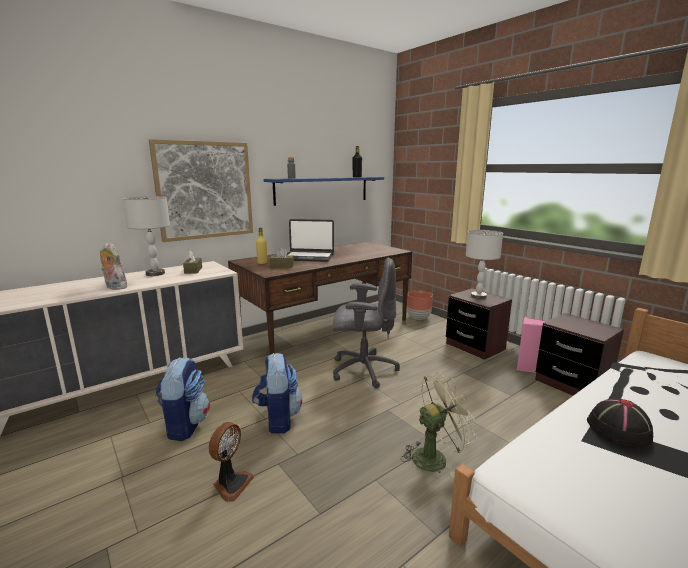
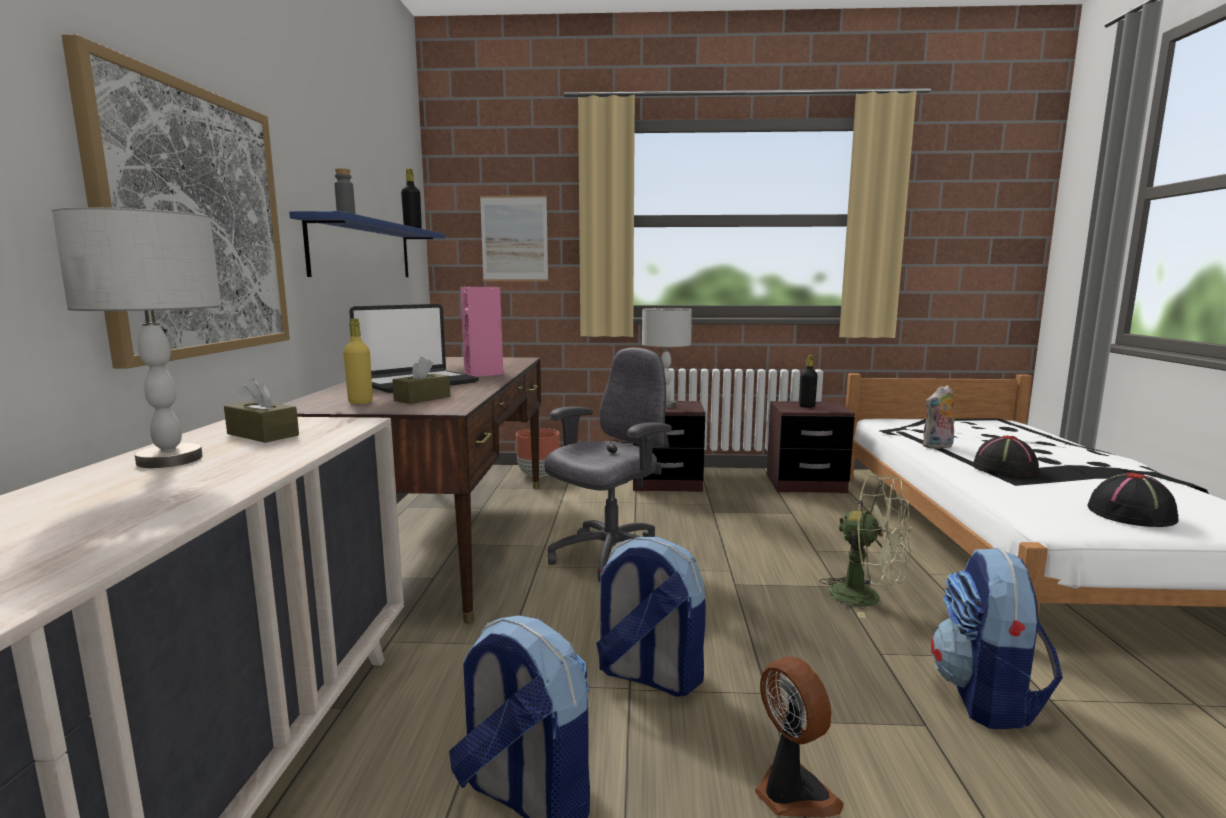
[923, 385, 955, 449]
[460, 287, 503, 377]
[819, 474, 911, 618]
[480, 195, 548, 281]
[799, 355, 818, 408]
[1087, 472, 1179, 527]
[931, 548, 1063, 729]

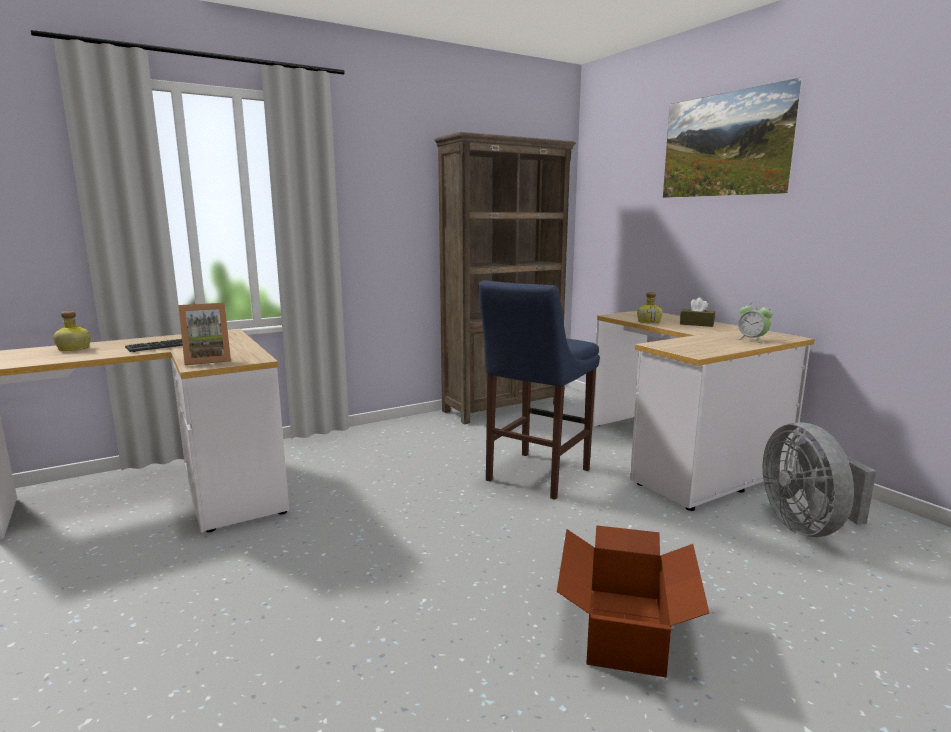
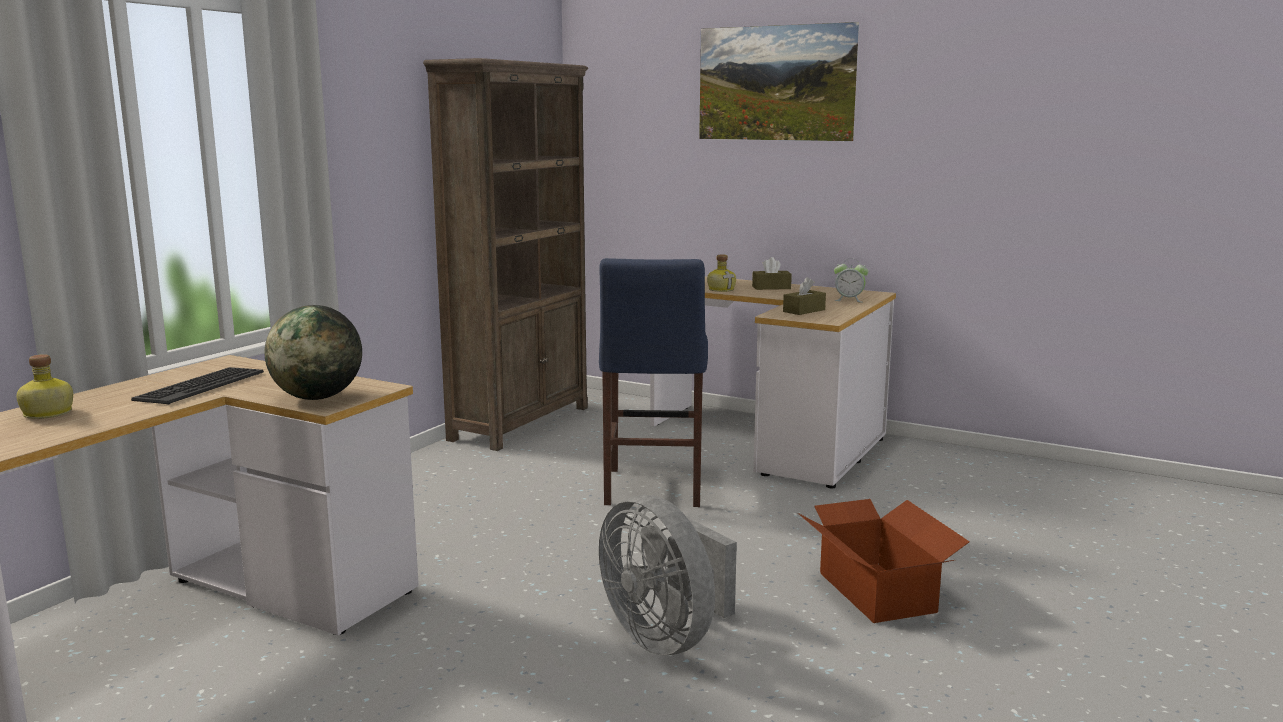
[265, 305, 362, 400]
[599, 495, 737, 655]
[783, 277, 826, 315]

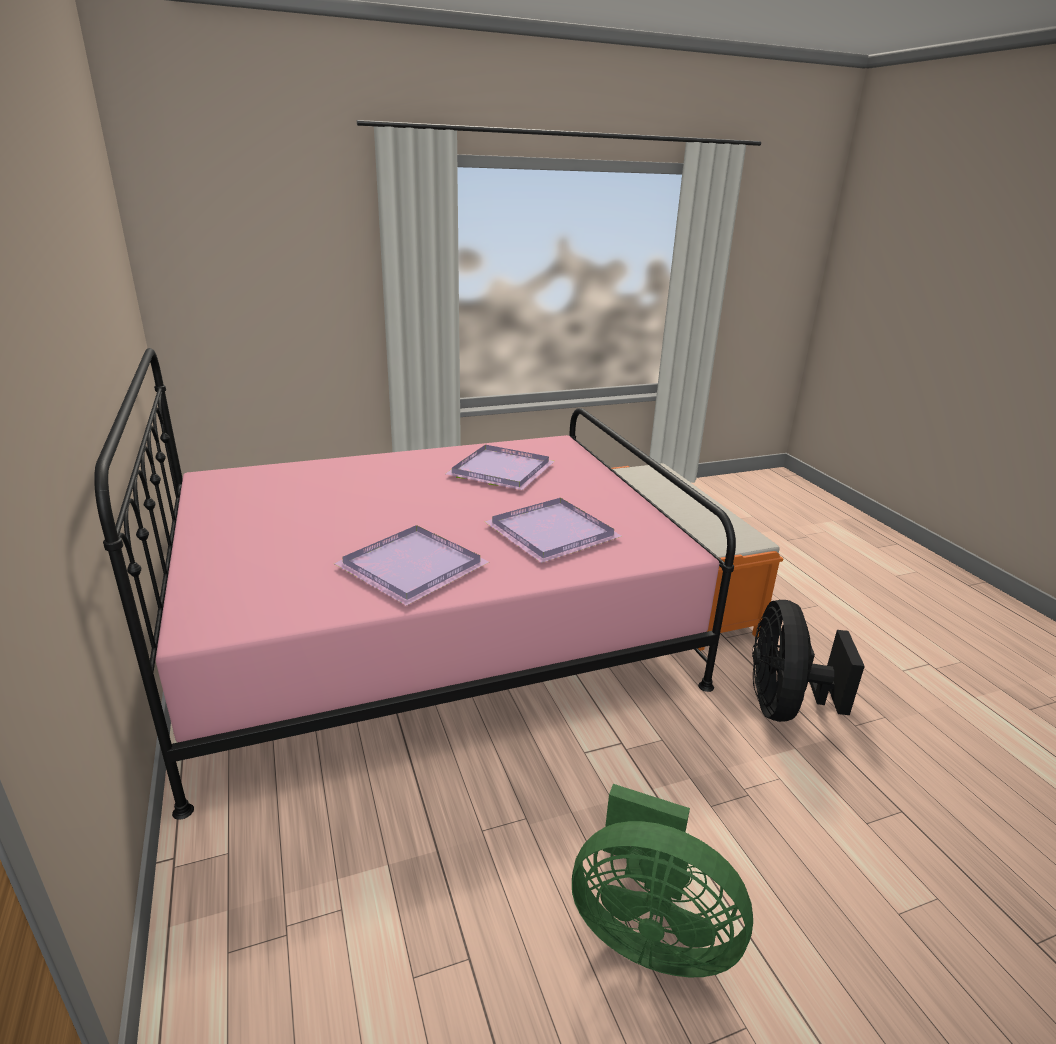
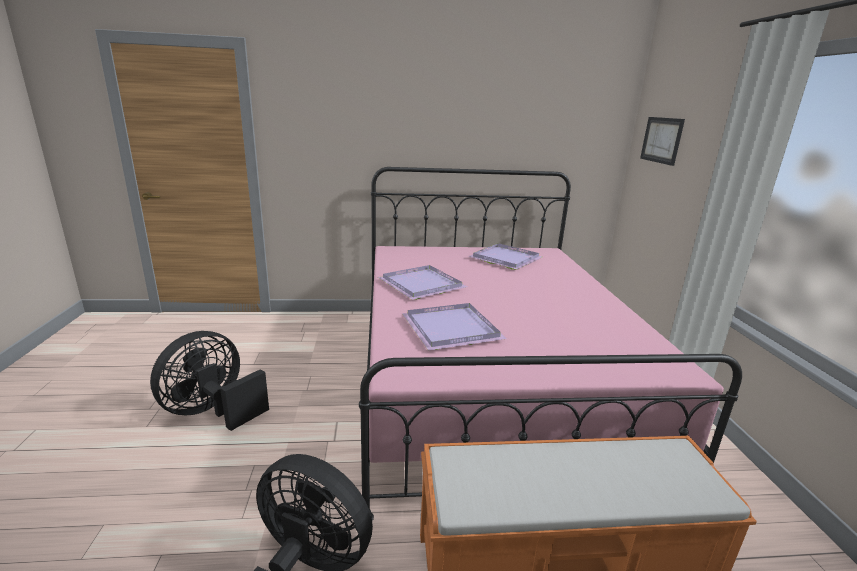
[469, 243, 542, 270]
[150, 331, 269, 431]
[640, 117, 685, 166]

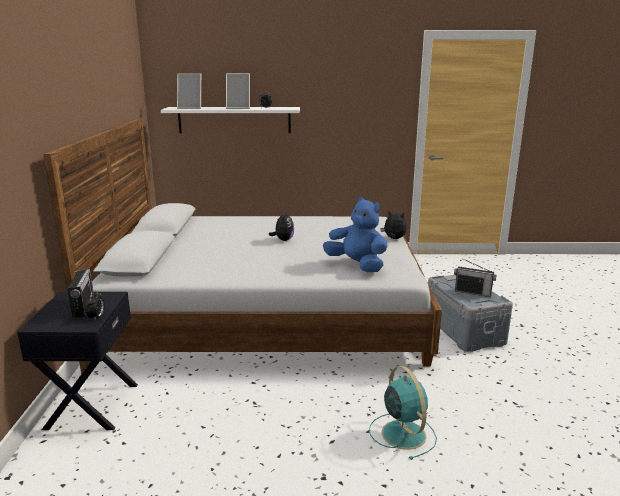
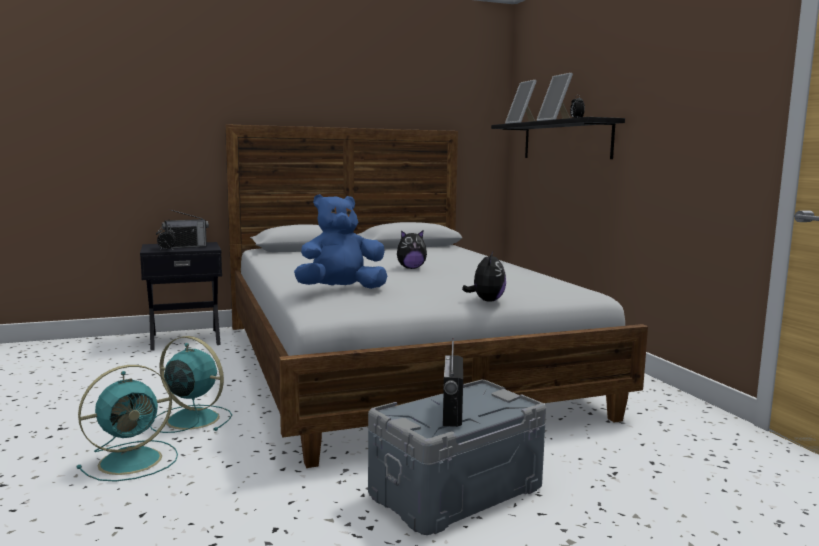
[491, 117, 625, 159]
[294, 194, 387, 289]
[150, 336, 232, 433]

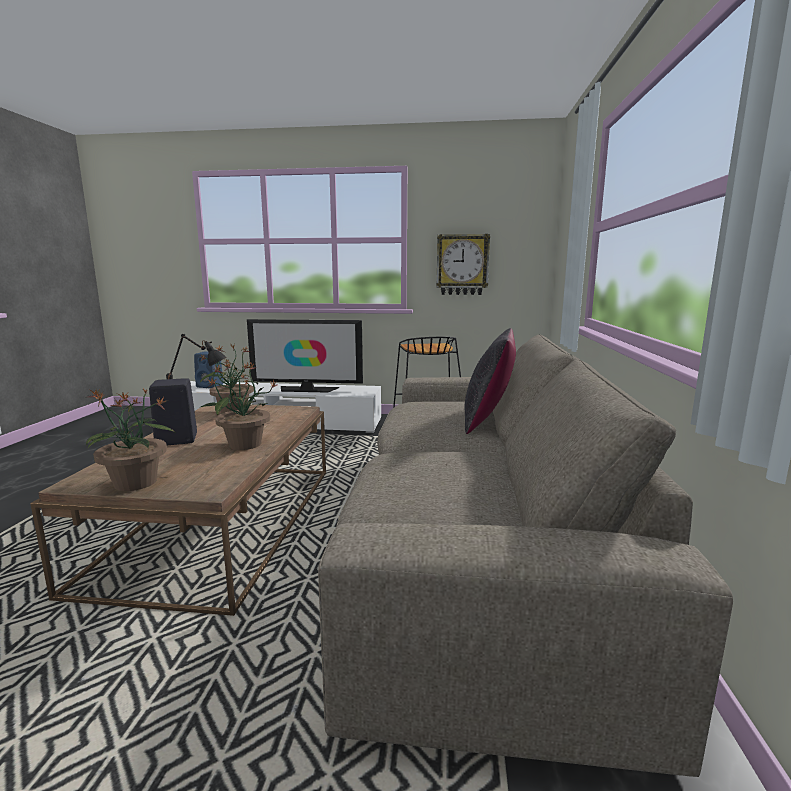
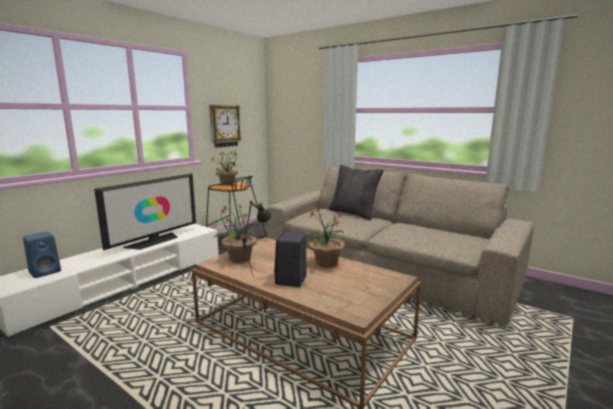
[211, 151, 243, 186]

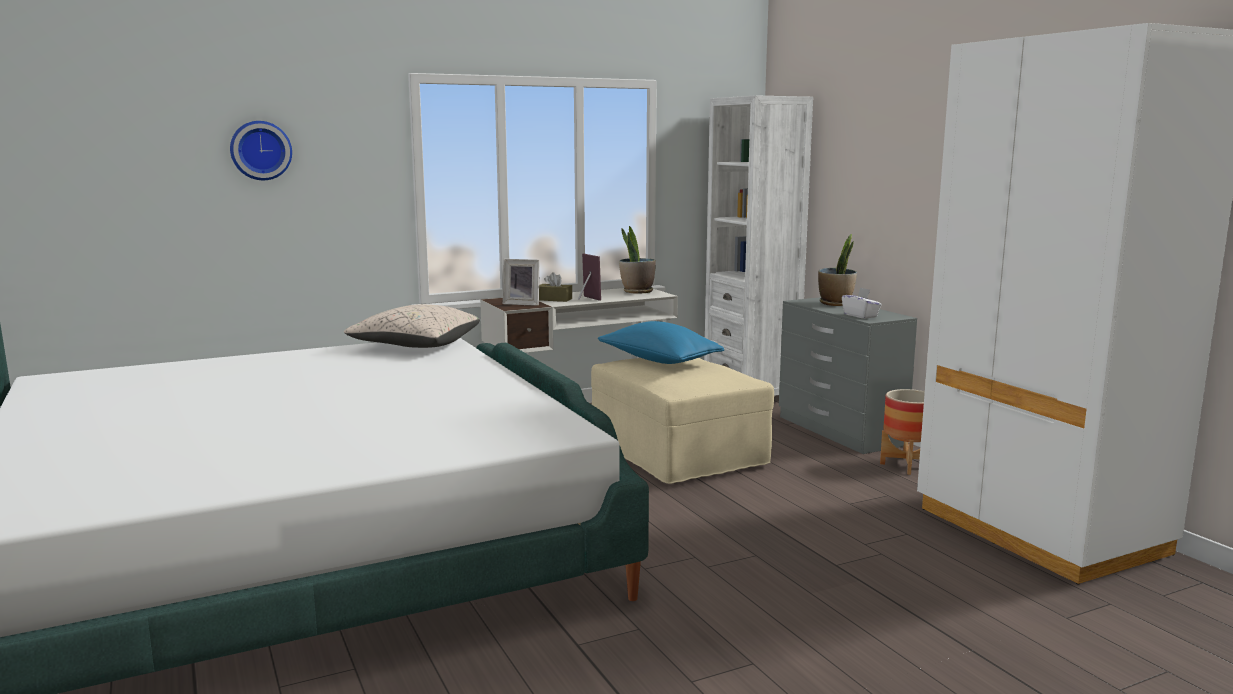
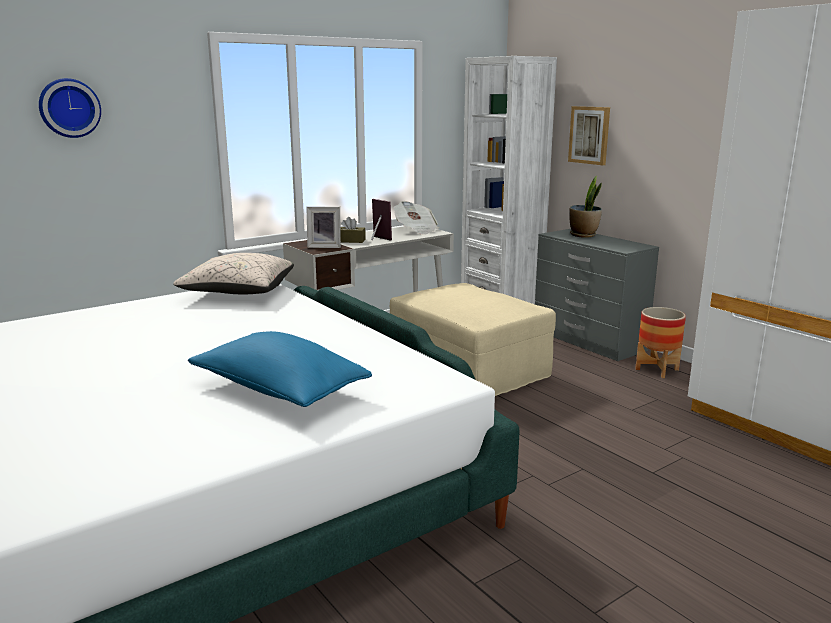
[393, 201, 439, 235]
[842, 287, 882, 319] (first image)
[188, 331, 372, 407]
[568, 106, 610, 165]

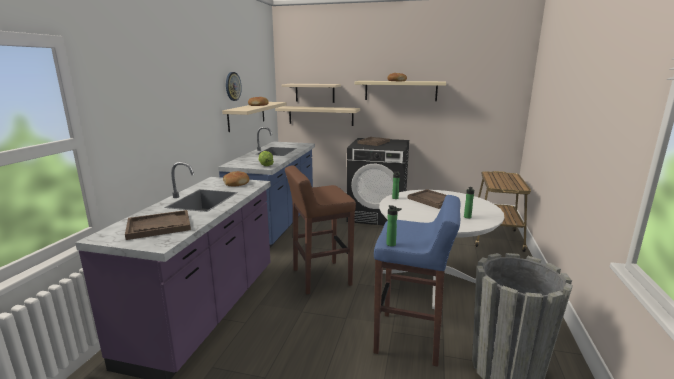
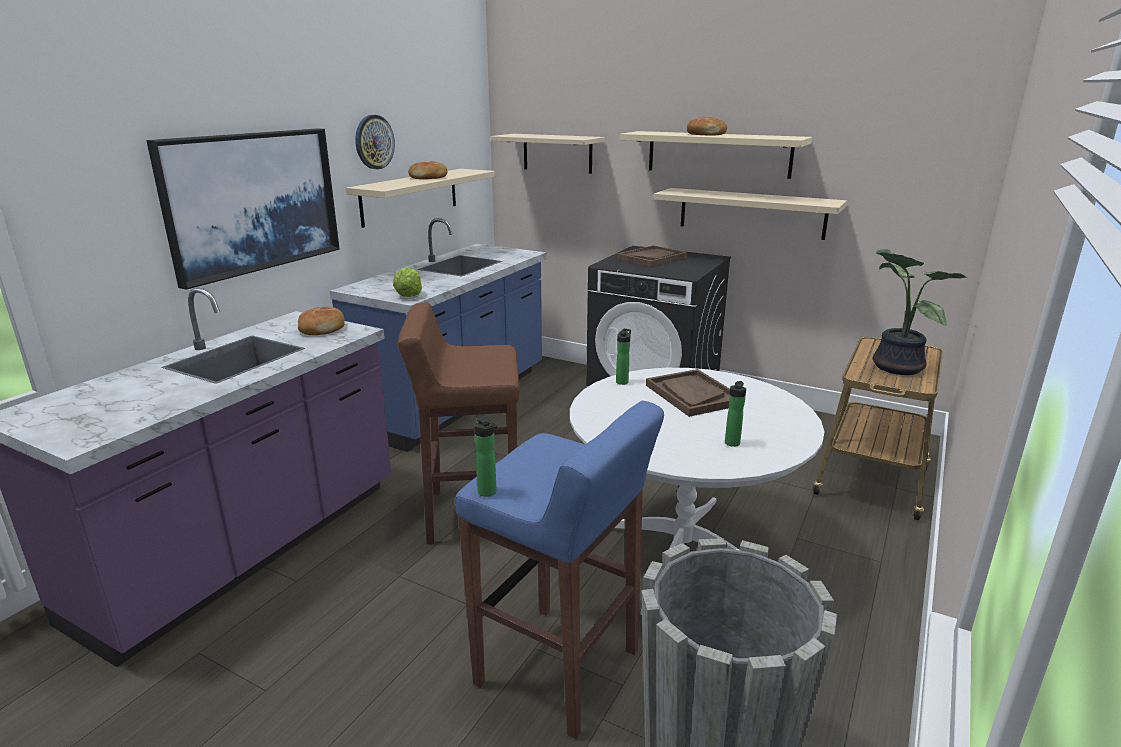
[654, 188, 847, 240]
[125, 210, 191, 240] (first image)
[146, 128, 340, 290]
[872, 249, 967, 375]

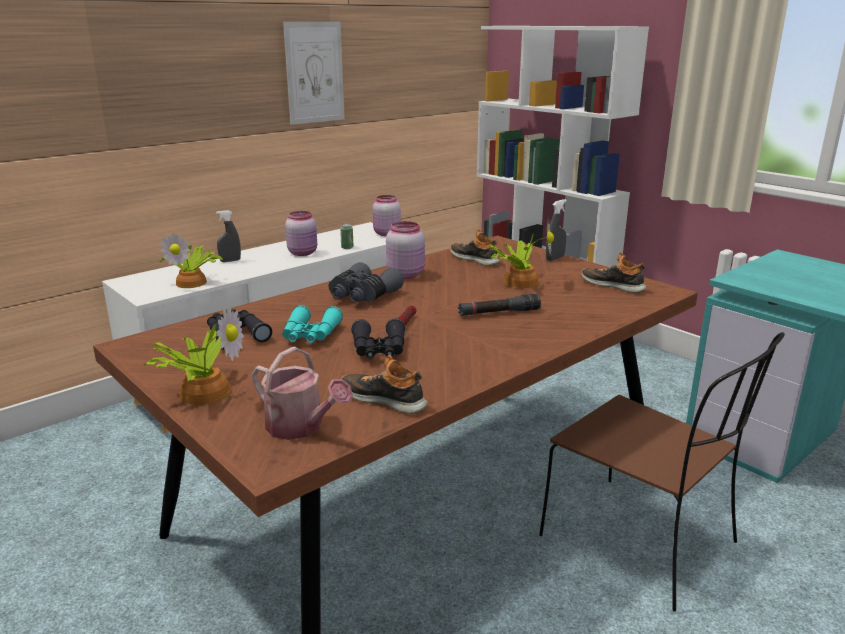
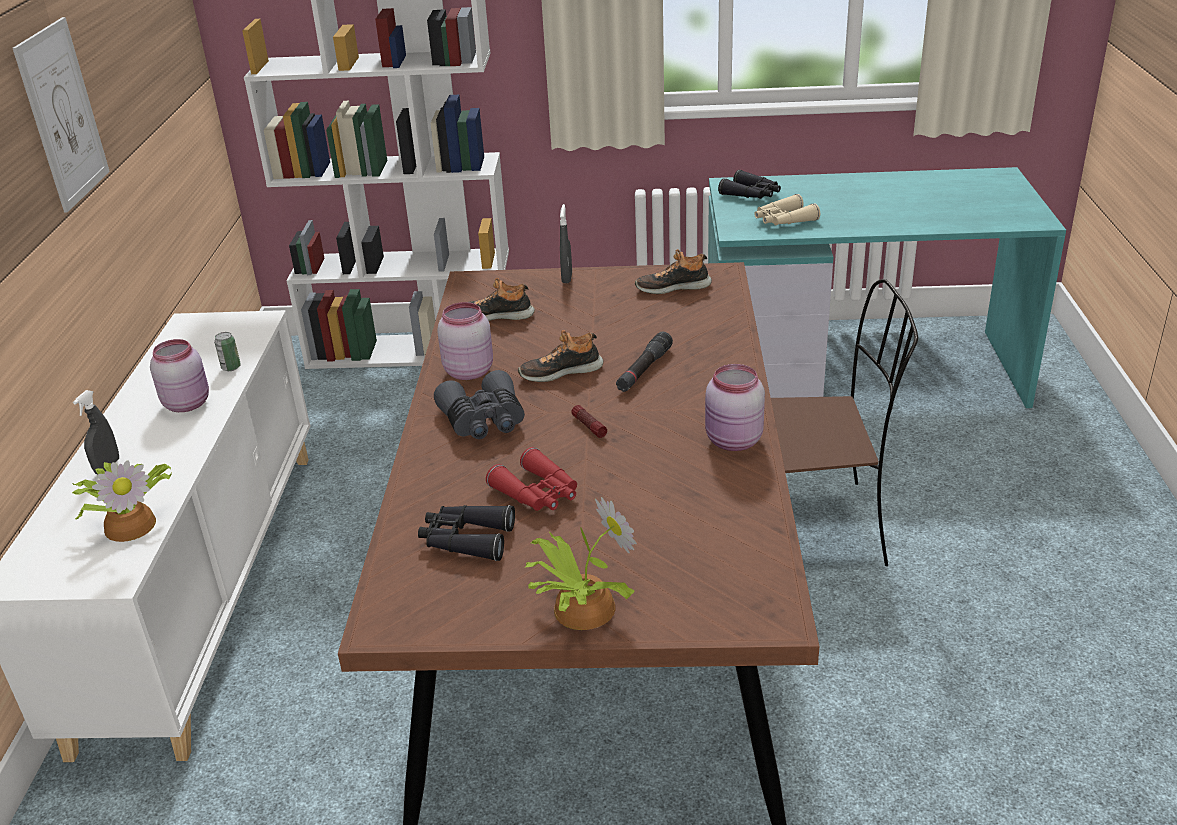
[705, 364, 765, 451]
[488, 221, 554, 288] (first image)
[486, 447, 577, 511]
[718, 170, 781, 199]
[252, 346, 353, 440] (first image)
[518, 330, 603, 382]
[754, 194, 820, 225]

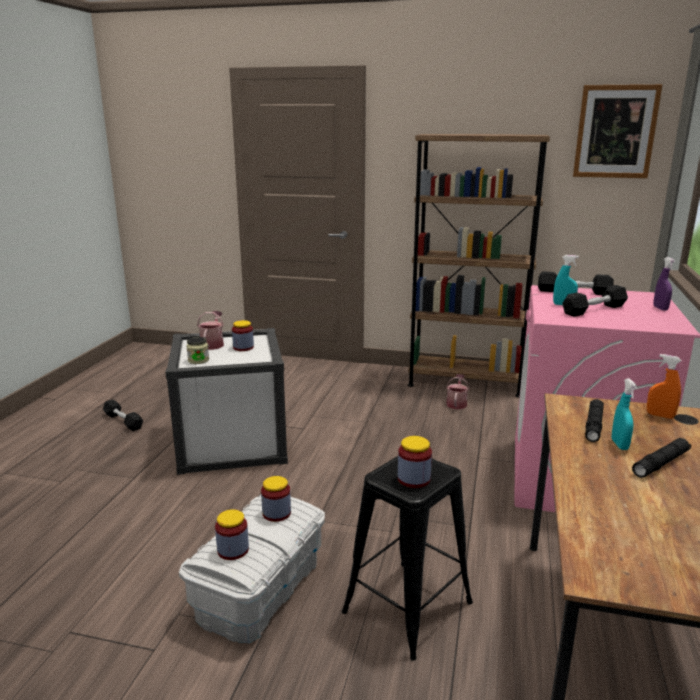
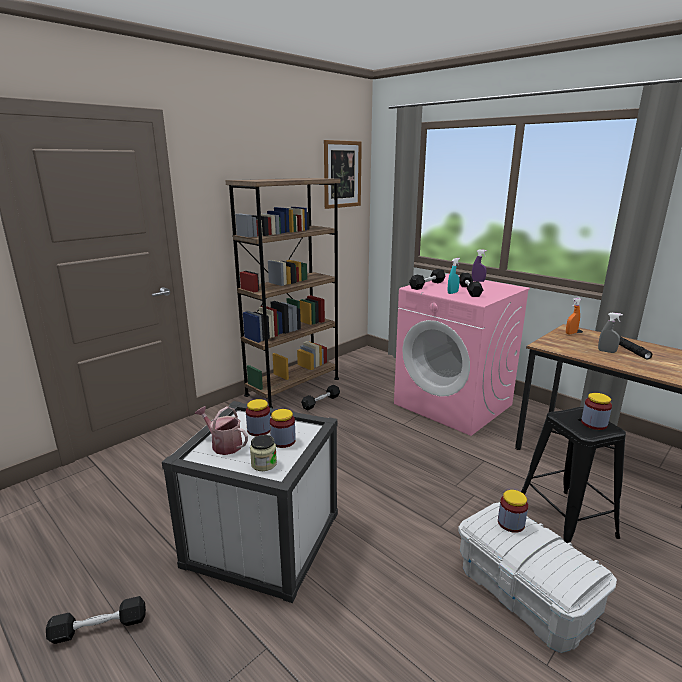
[301, 385, 340, 410]
[598, 312, 623, 353]
[585, 399, 604, 442] (first image)
[270, 409, 296, 448]

